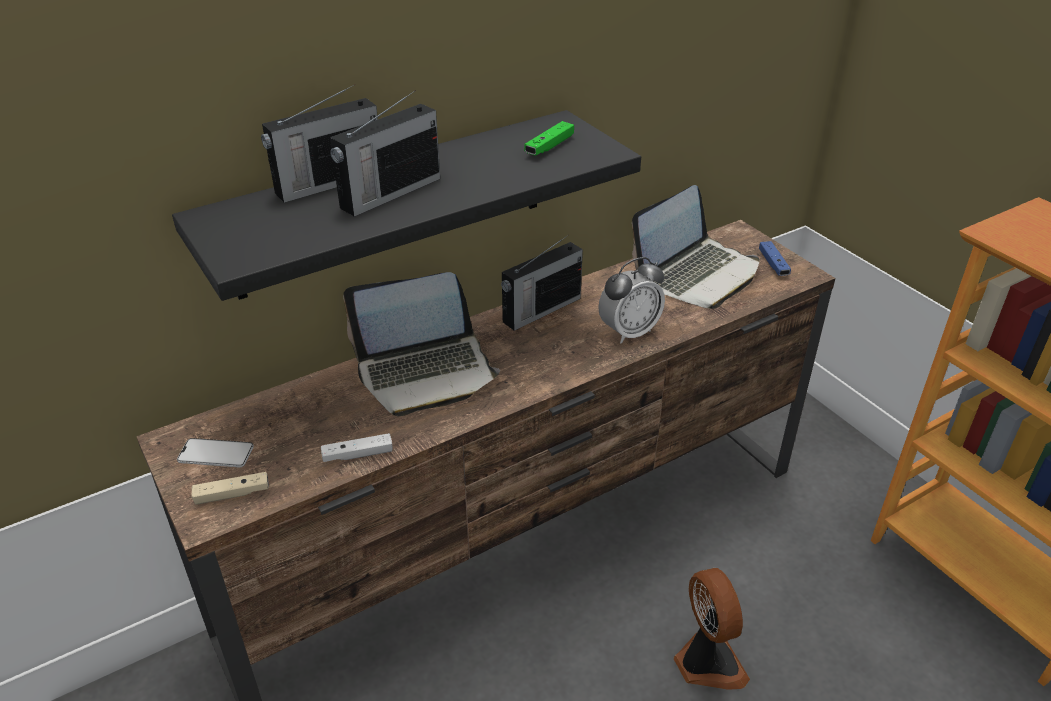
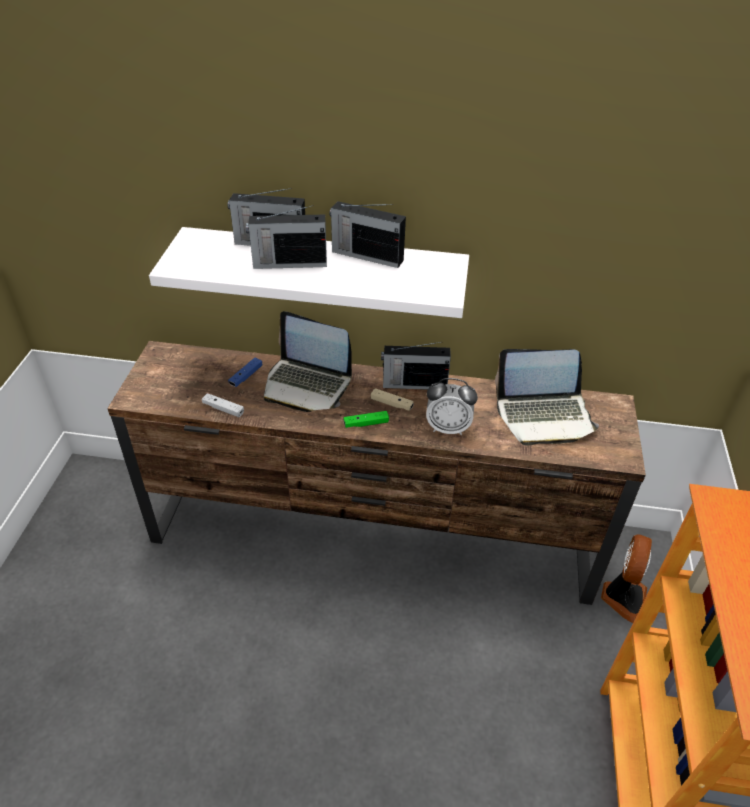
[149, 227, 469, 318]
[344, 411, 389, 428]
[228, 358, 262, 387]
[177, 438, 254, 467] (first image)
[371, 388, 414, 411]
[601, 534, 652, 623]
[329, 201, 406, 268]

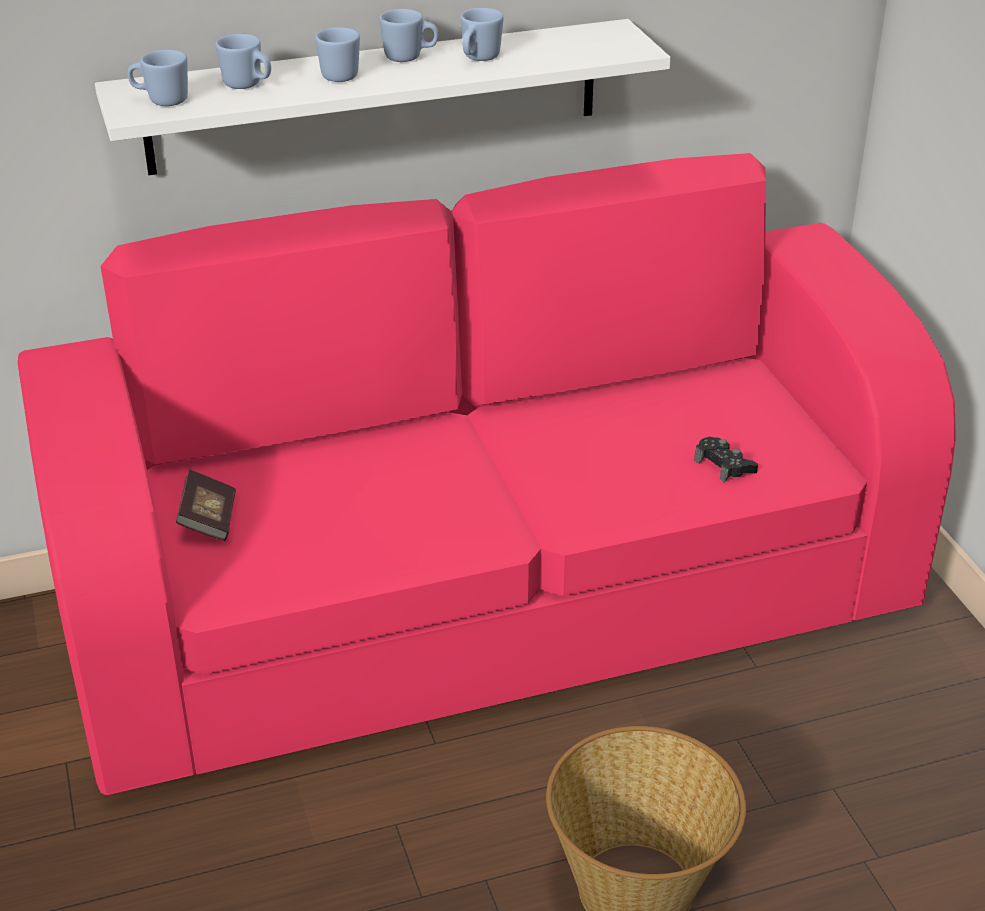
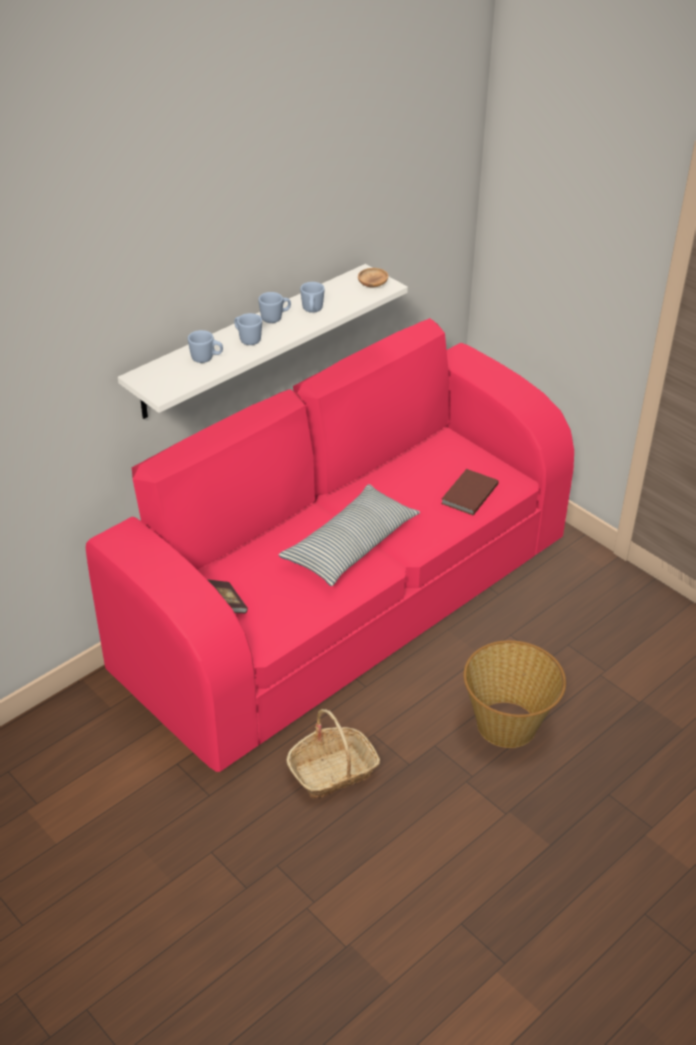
[127, 50, 188, 106] (first image)
[441, 469, 499, 515]
[358, 268, 388, 288]
[278, 484, 420, 586]
[286, 709, 380, 799]

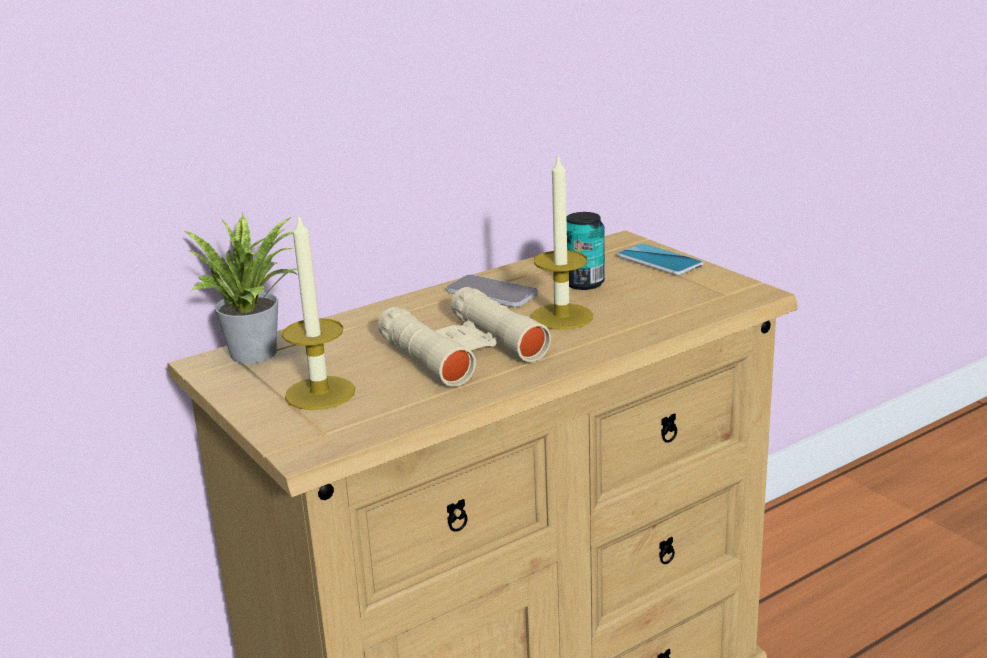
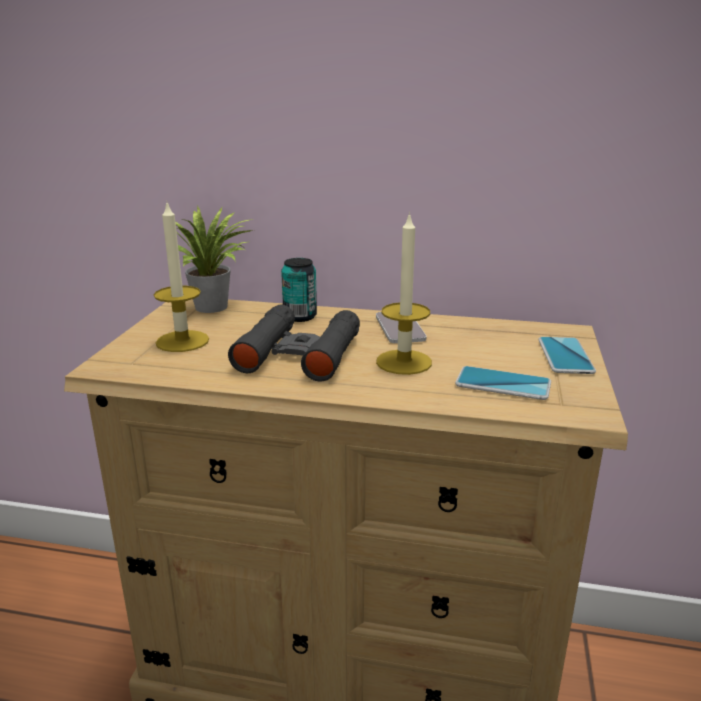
[281, 258, 317, 322]
[228, 305, 360, 381]
[455, 366, 551, 400]

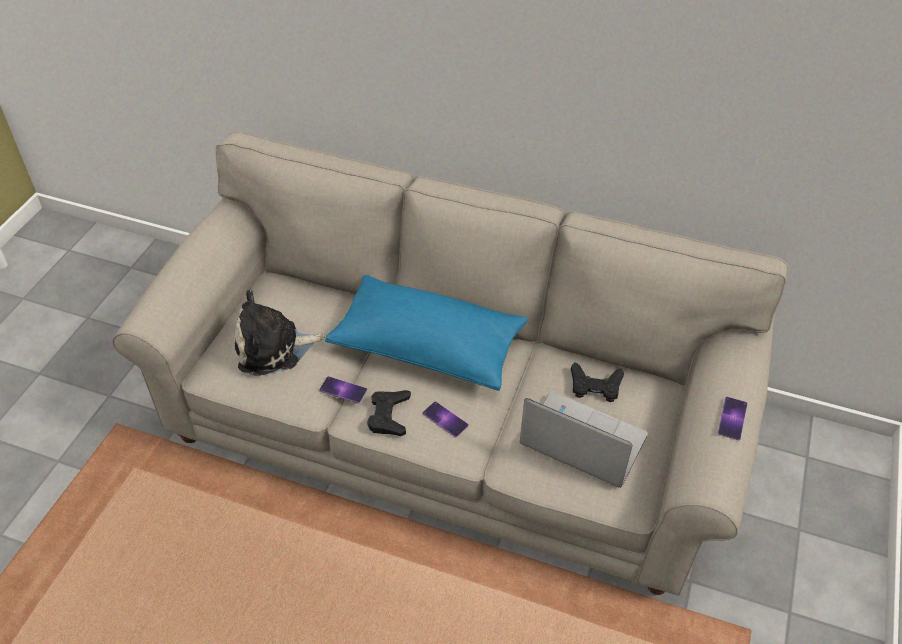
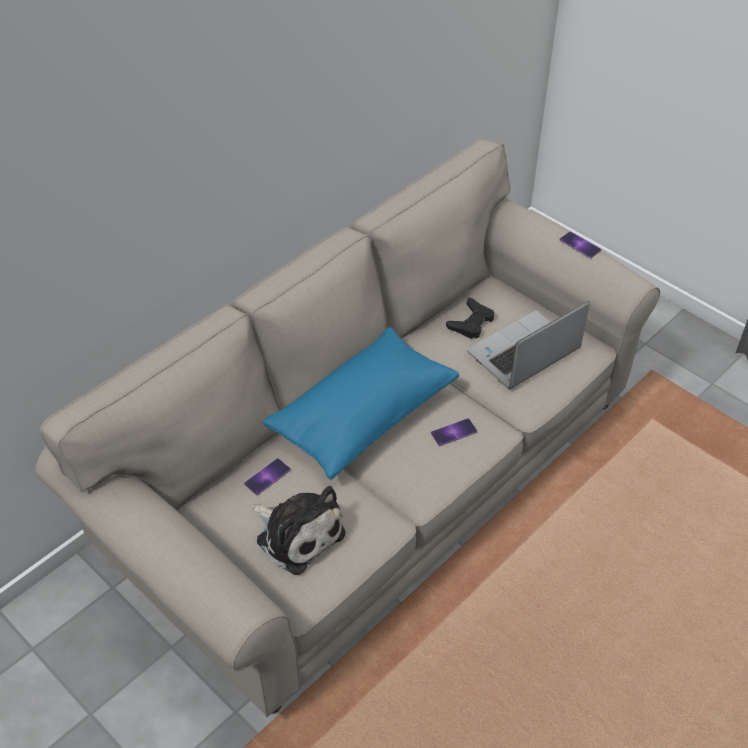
[252, 486, 346, 575]
[244, 458, 291, 496]
[367, 390, 411, 436] (first image)

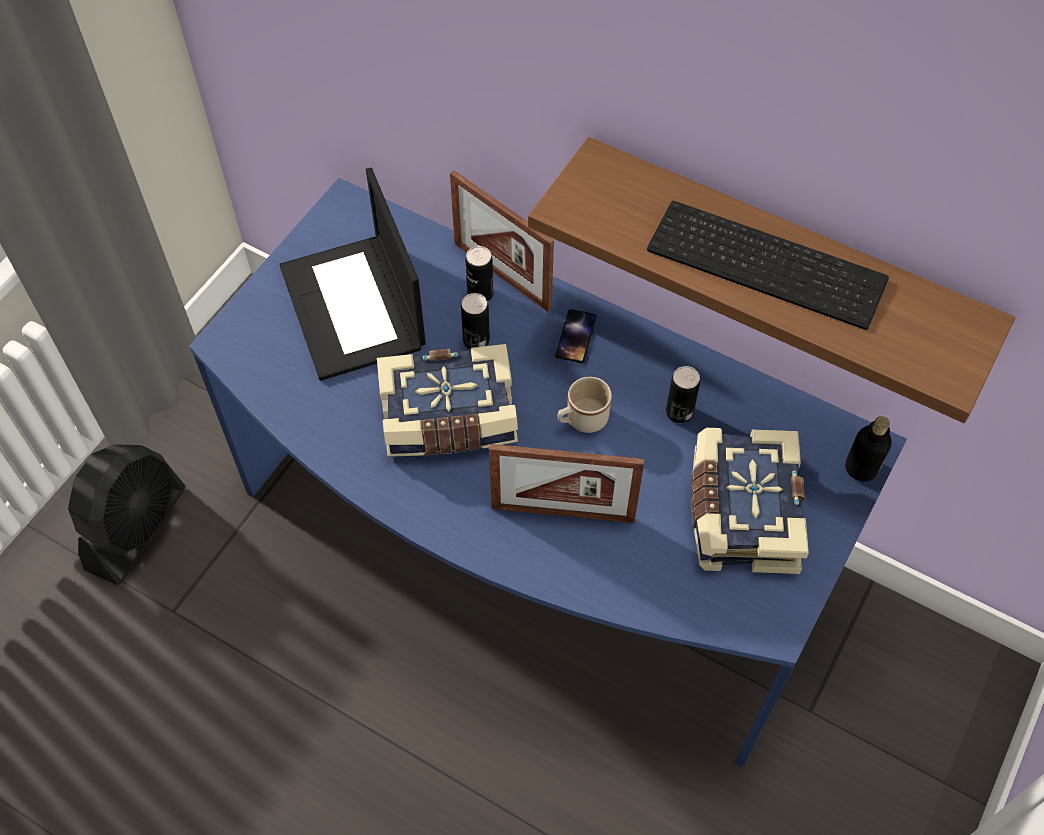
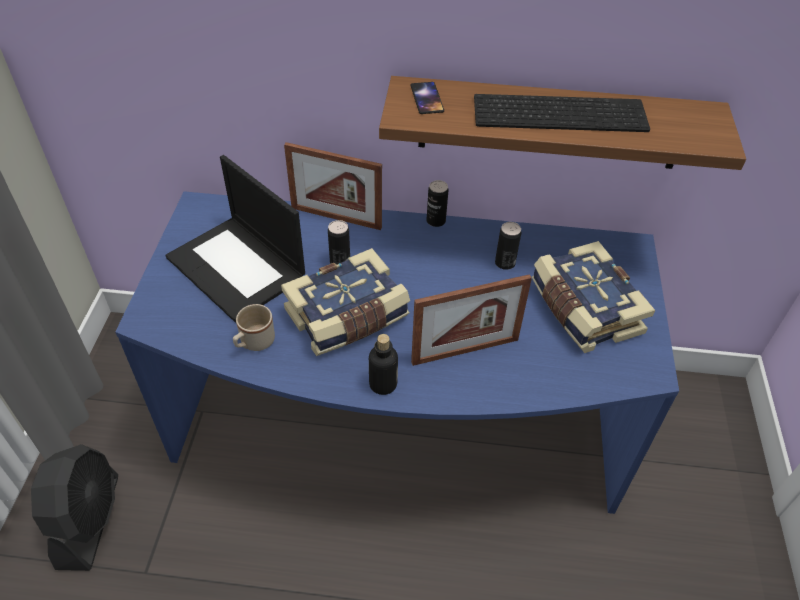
[427, 180, 449, 227]
[410, 82, 444, 114]
[233, 304, 275, 351]
[369, 334, 398, 395]

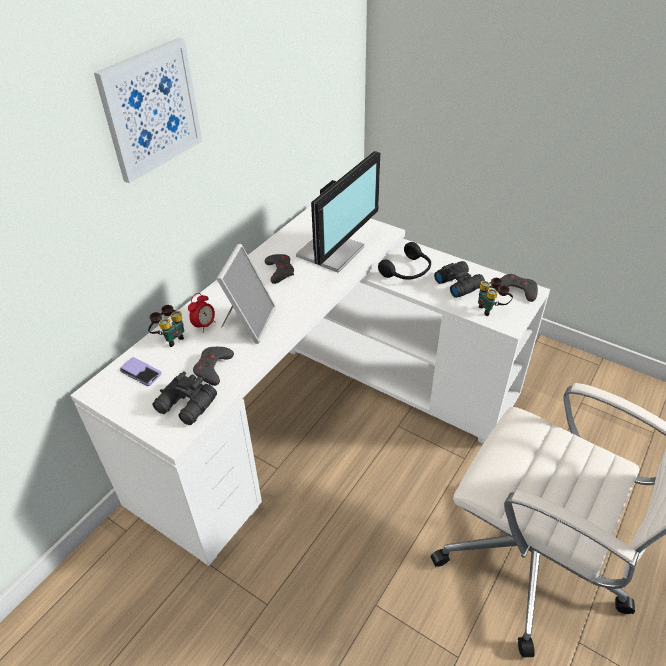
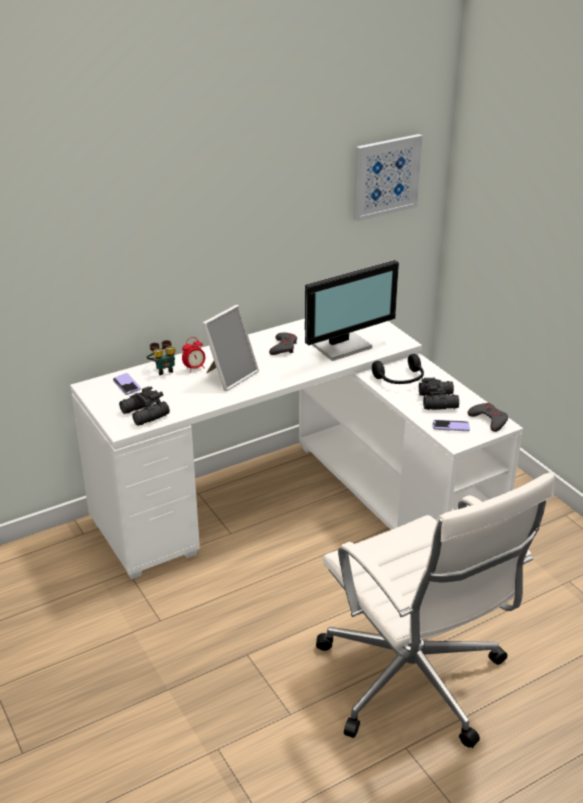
[354, 134, 422, 221]
[433, 420, 470, 431]
[193, 347, 234, 386] (first image)

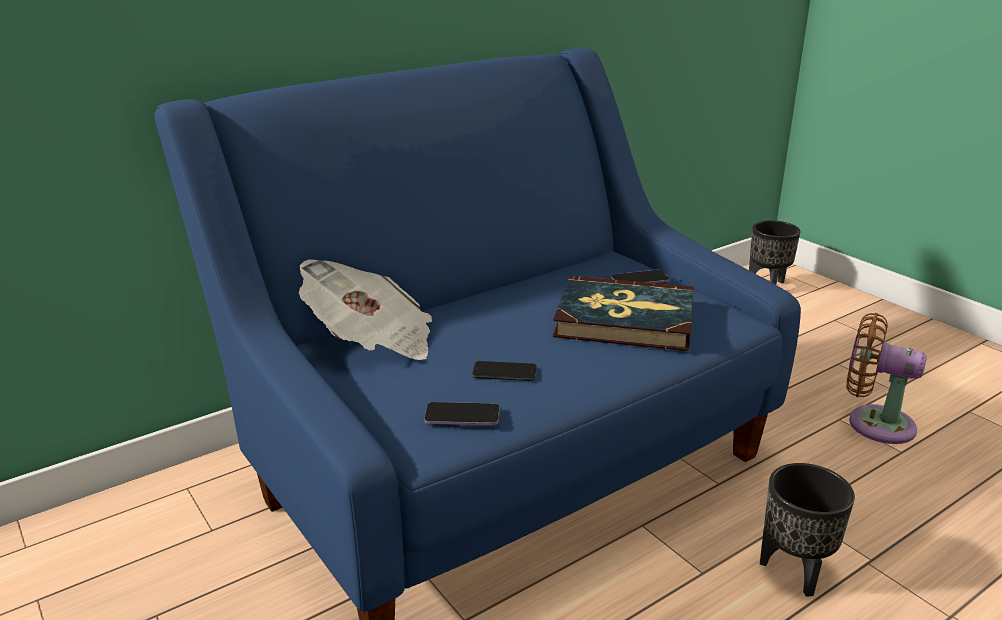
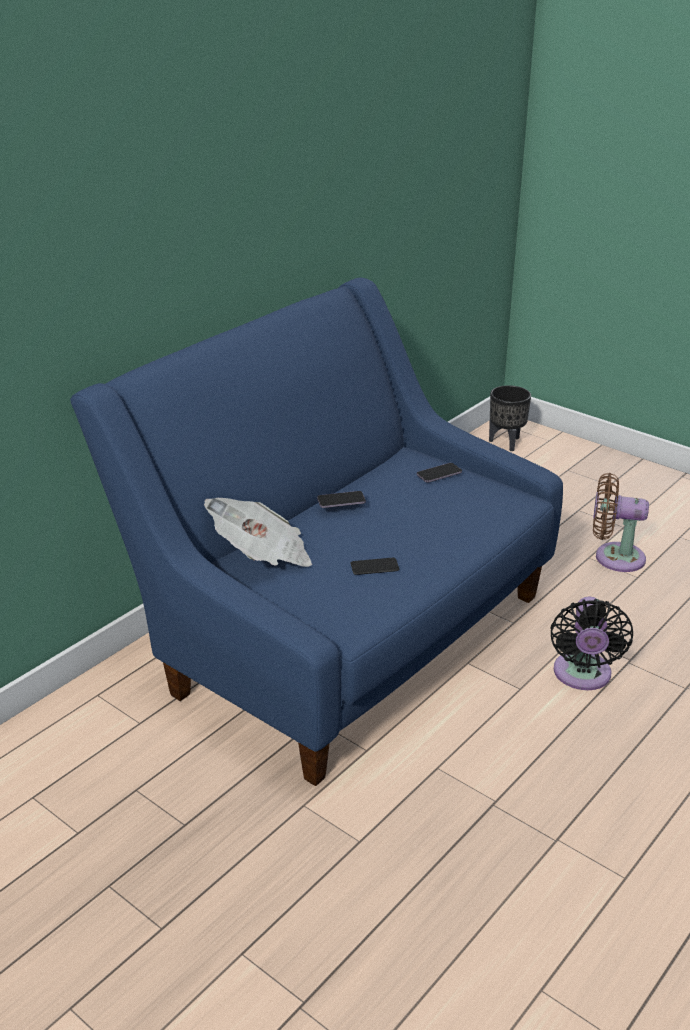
[553, 276, 693, 351] (first image)
[317, 491, 366, 508]
[551, 597, 633, 690]

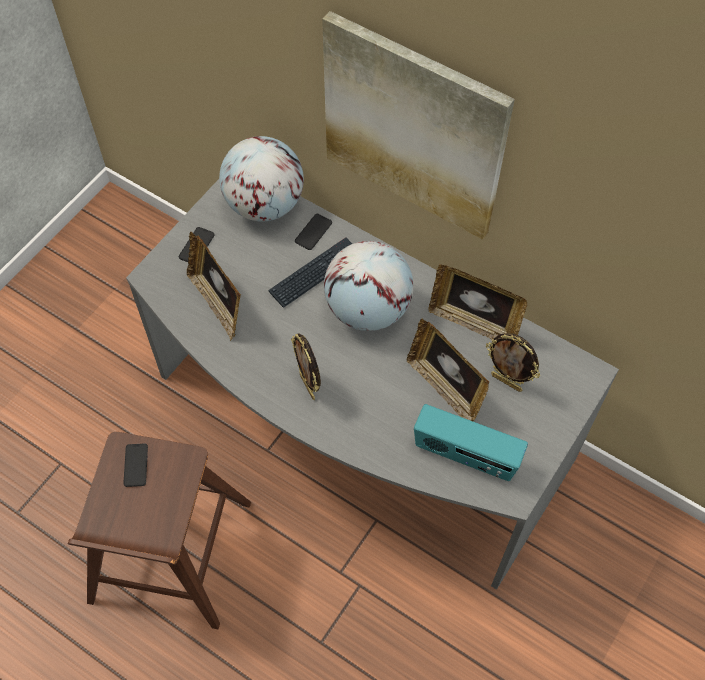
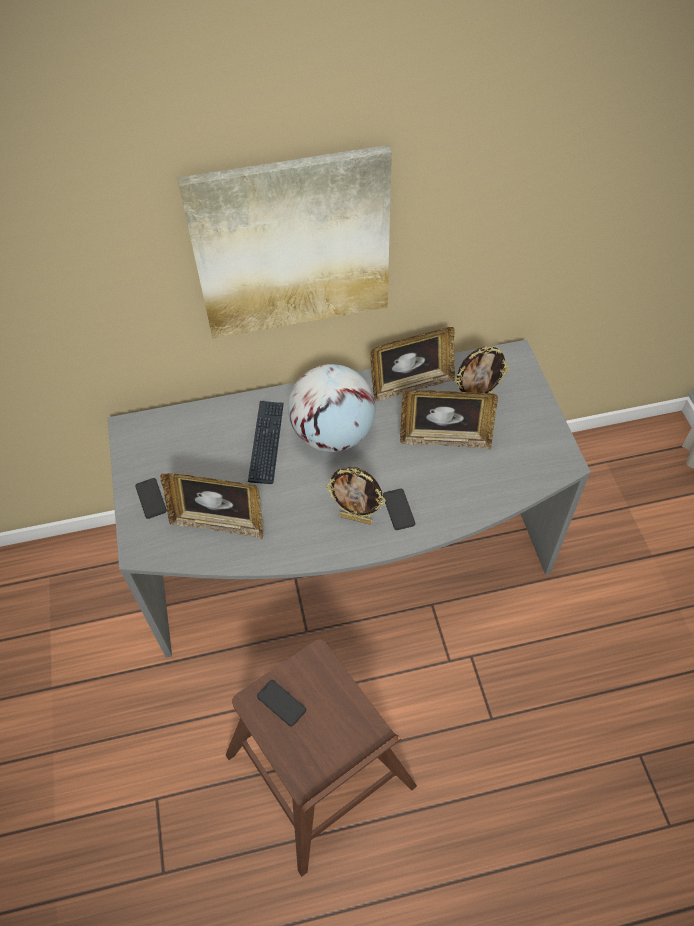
[219, 136, 304, 221] (first image)
[383, 489, 415, 530]
[414, 404, 528, 481] (first image)

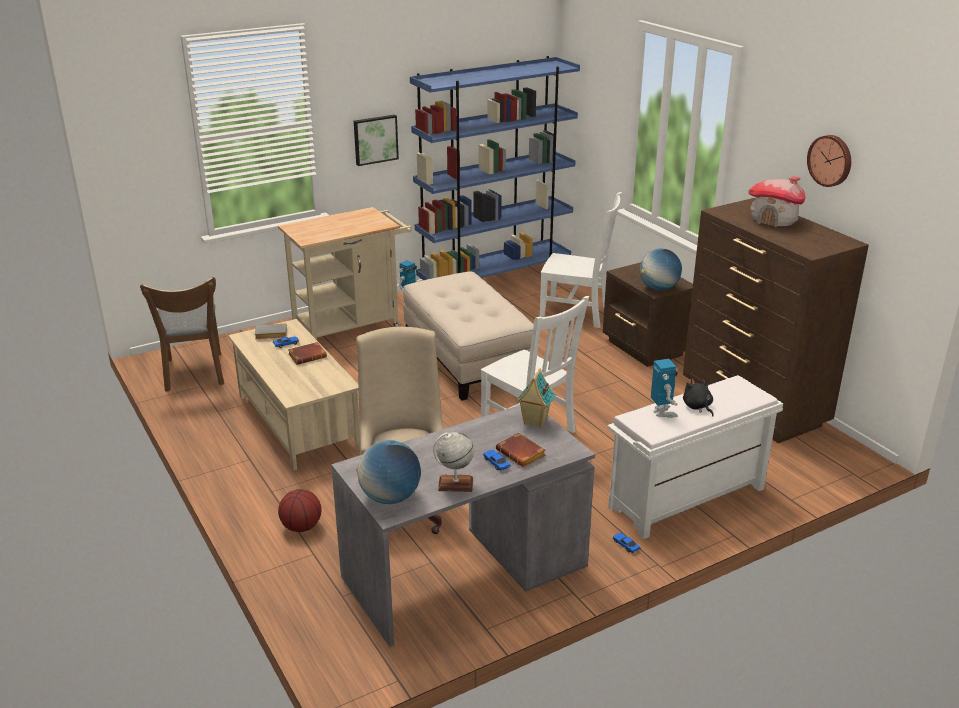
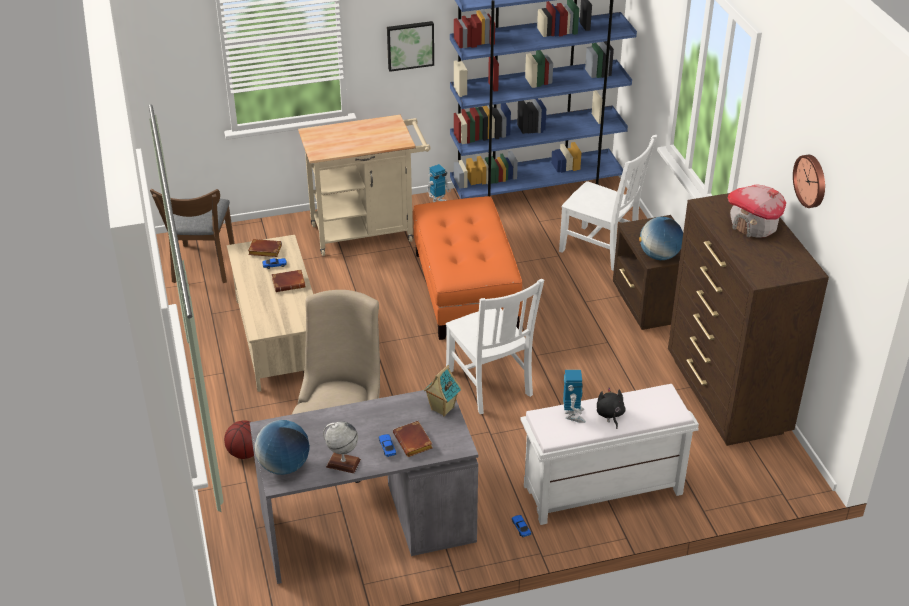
[413, 196, 522, 340]
[248, 239, 282, 257]

